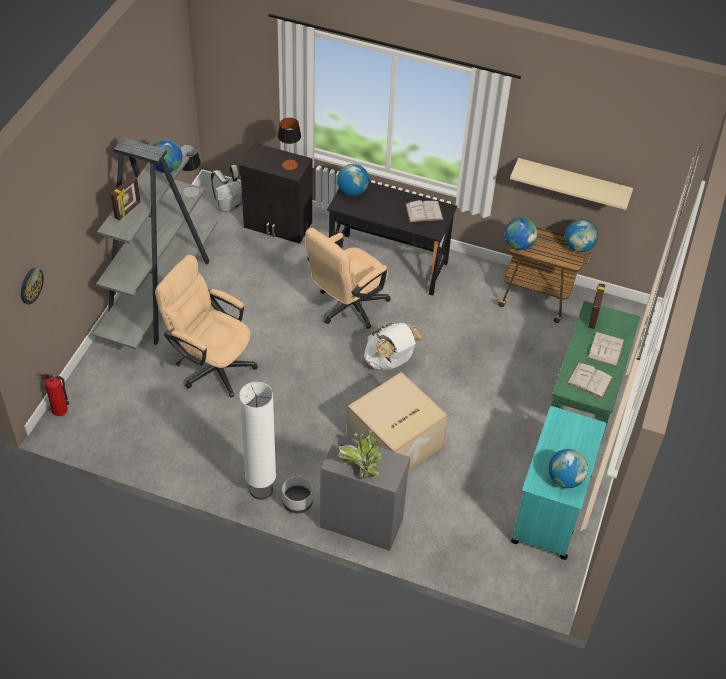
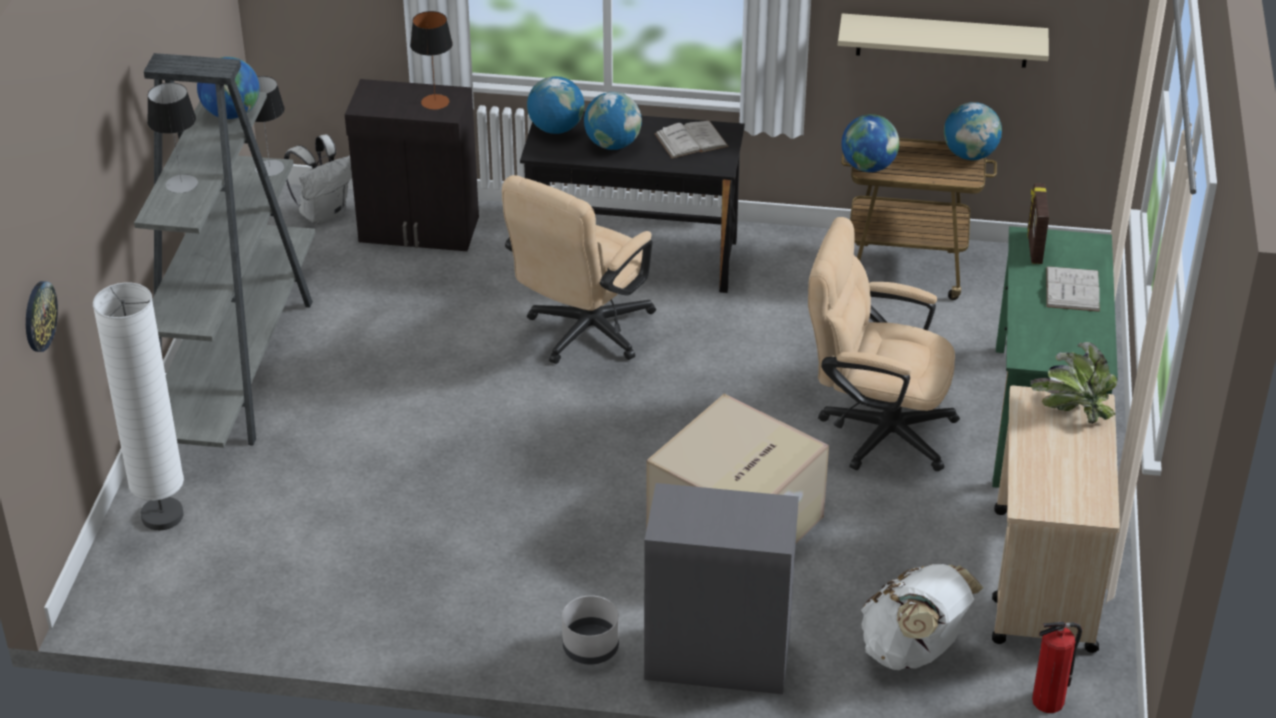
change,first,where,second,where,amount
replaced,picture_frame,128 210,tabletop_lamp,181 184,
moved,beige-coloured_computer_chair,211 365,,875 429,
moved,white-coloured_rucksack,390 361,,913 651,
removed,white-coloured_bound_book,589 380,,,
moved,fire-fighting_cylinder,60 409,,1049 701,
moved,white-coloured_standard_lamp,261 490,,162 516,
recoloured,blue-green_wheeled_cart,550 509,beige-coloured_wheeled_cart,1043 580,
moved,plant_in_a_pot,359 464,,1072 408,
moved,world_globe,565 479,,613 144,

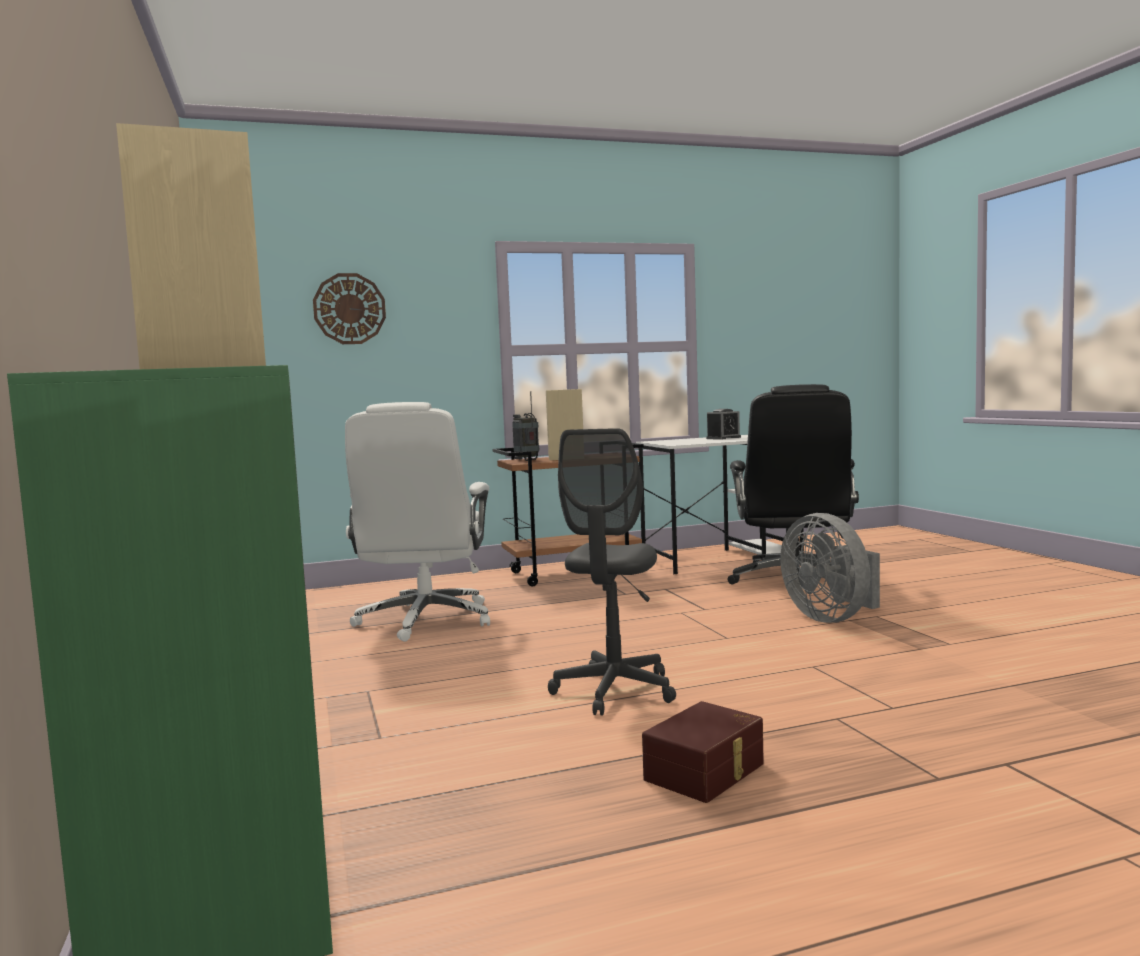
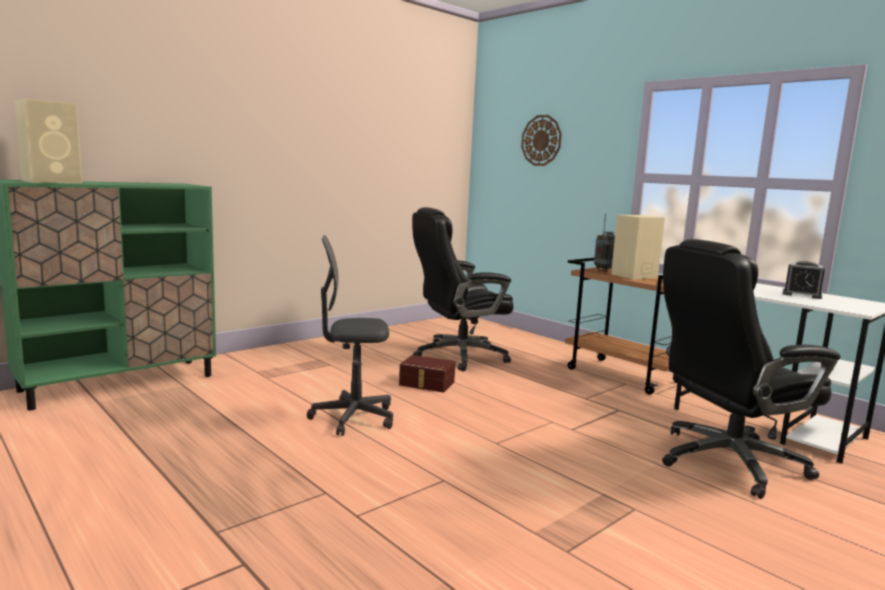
change,first,where,second,where,amount
recoloured,white-coloured_computer_chair,425 621,black-coloured_computer_chair,458 356,
removed,gray_fan,831 618,,,
moved,brown-coloured_storage_bin,707 772,,426 384,

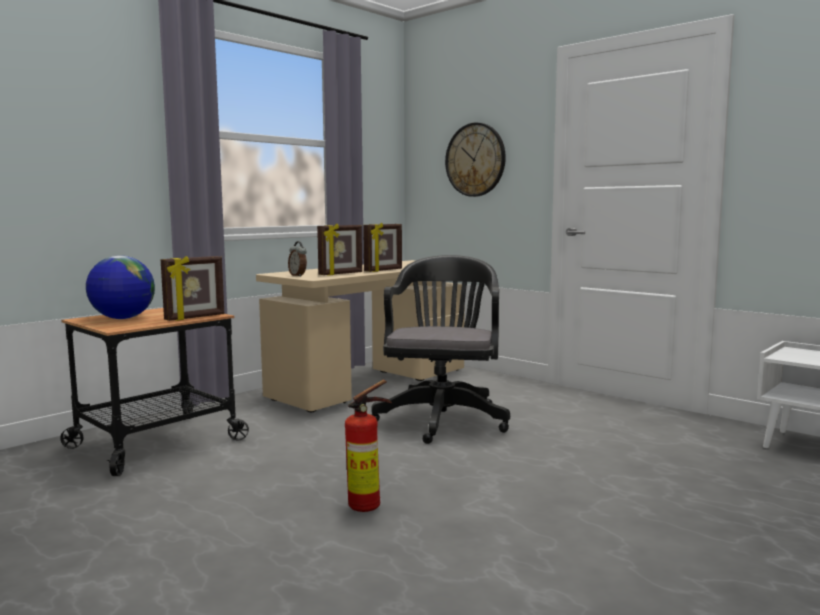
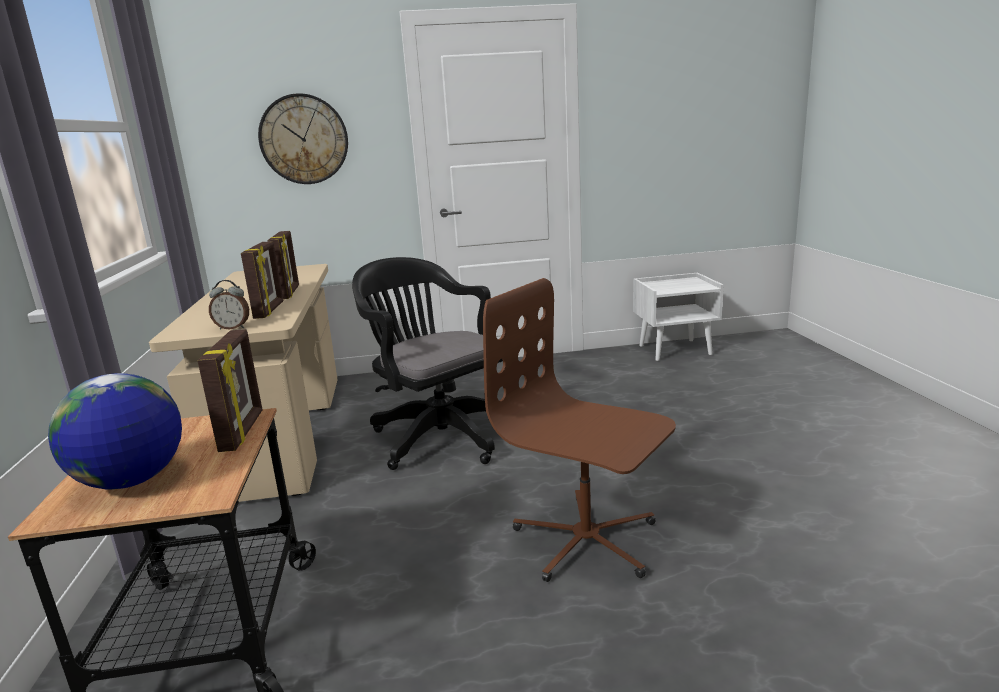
change,first,where,second,where,amount
replaced,fire-fighting_cylinder,369 506,brown-coloured_computer_chair,586 540,

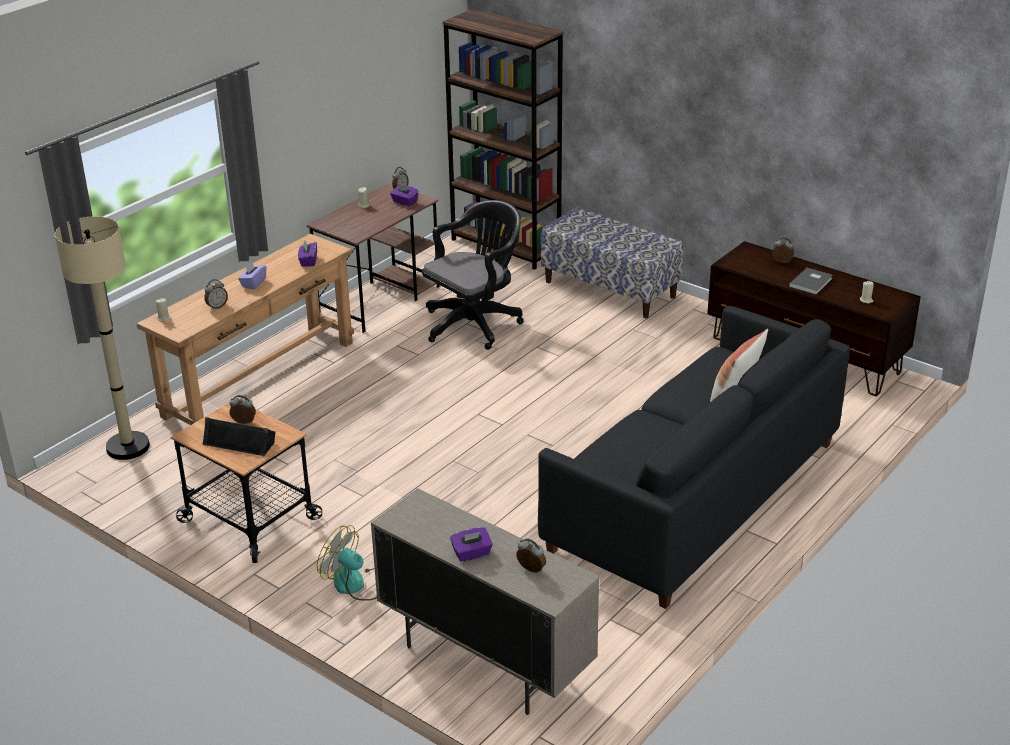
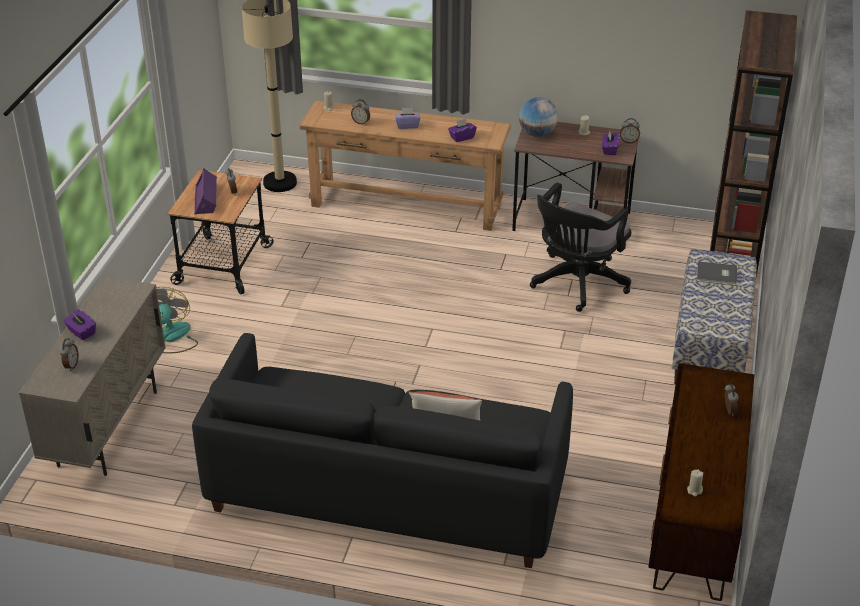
change,first,where,second,where,amount
turned,black-coloured_computer_chair,475 323,,576 284,105 degrees clockwise
moved,gray_bound_book,812 282,,717 275,
recoloured,black-coloured_audio_speaker,240 442,purplish_audio_speaker,207 198,
added,,,world_globe,537 133,

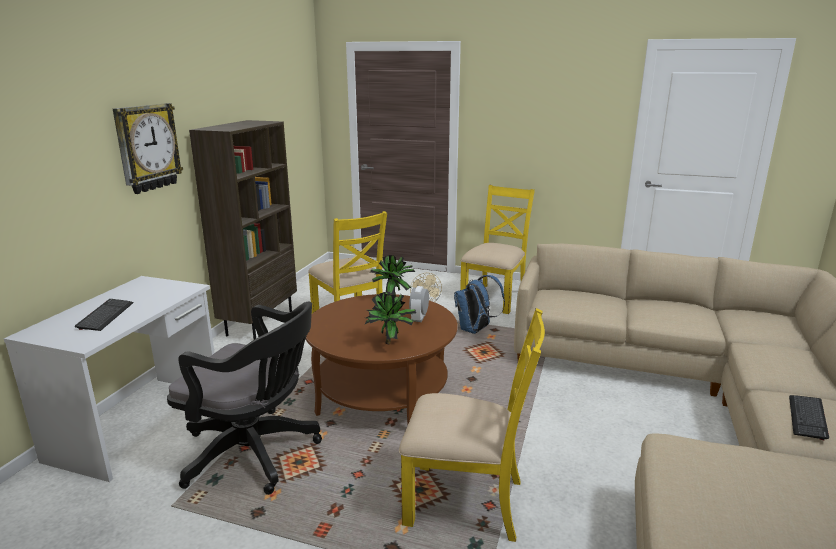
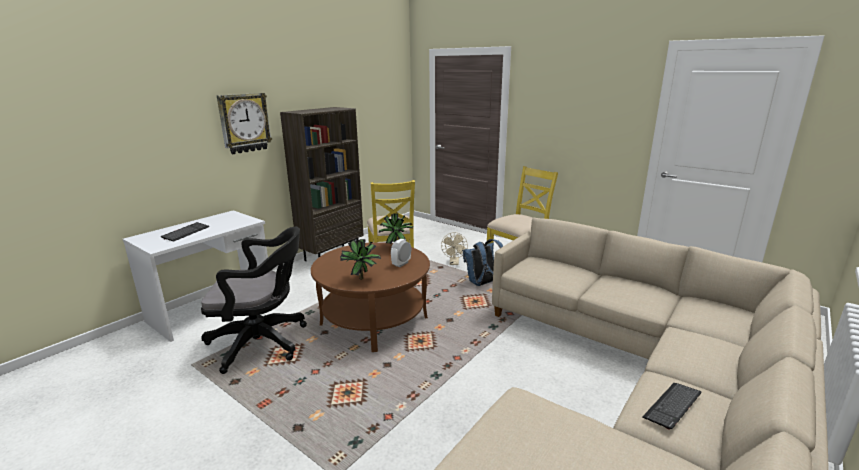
change,first,where,second,where,amount
turned,black-coloured_computer_chair,256 454,,263 343,45 degrees counterclockwise
removed,yellow-coloured_plain_chair,466 501,,,

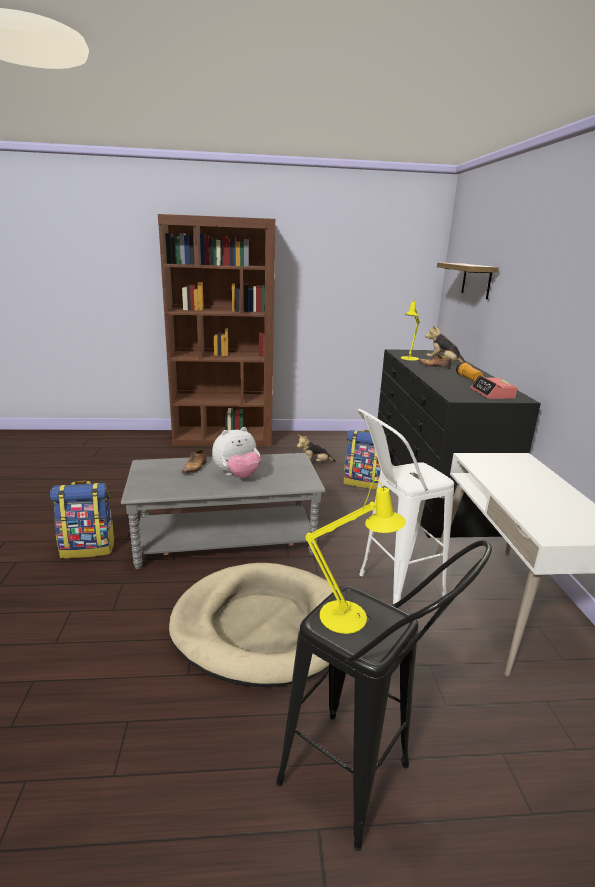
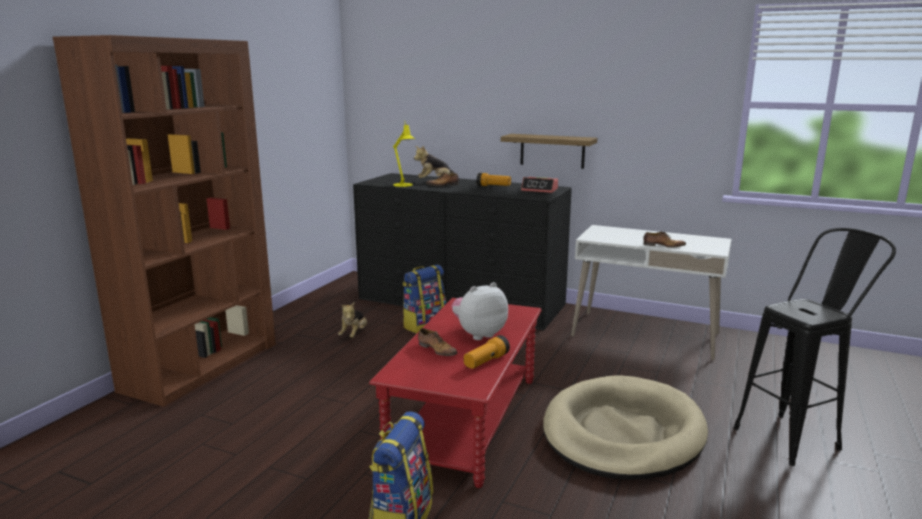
change,first,where,second,where,amount
moved,shelf,476 280,,552 151,
removed,white-coloured_sitting_stool,390 589,,,
turned,cuddly_toy,237 476,,479 334,120 degrees counterclockwise
recoloured,gray_lounge_table,226 539,reddish_lounge_table,466 419,
removed,yellow-coloured_tabletop_lamp,350 617,,,
added,,,item_of_footwear,663 246,
added,,,hand_torch,486 361,

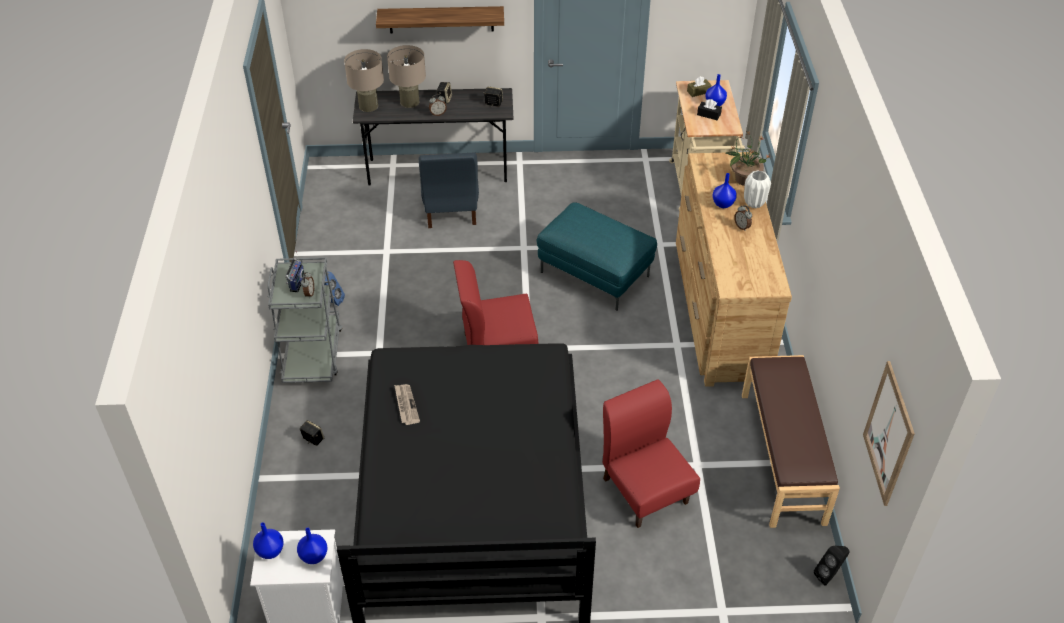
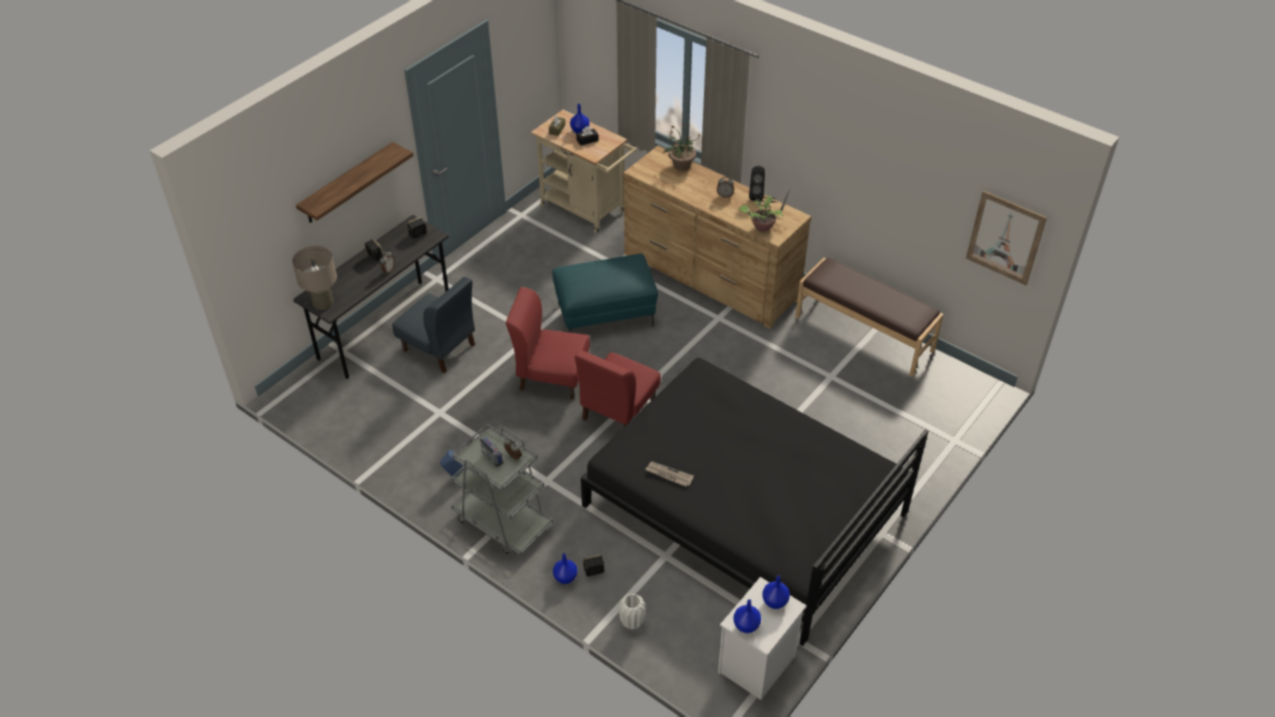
change,first,where,second,where,amount
removed,beige-coloured_tabletop_lamp,409 102,,,
moved,white-coloured_vase,754 203,,632 622,
moved,bluish_vase,723 204,,566 577,
moved,reddish_plain_chair,645 490,,551 376,
moved,black-coloured_audio_speaker,829 575,,756 195,
added,,,plant_in_a_pot,763 227,

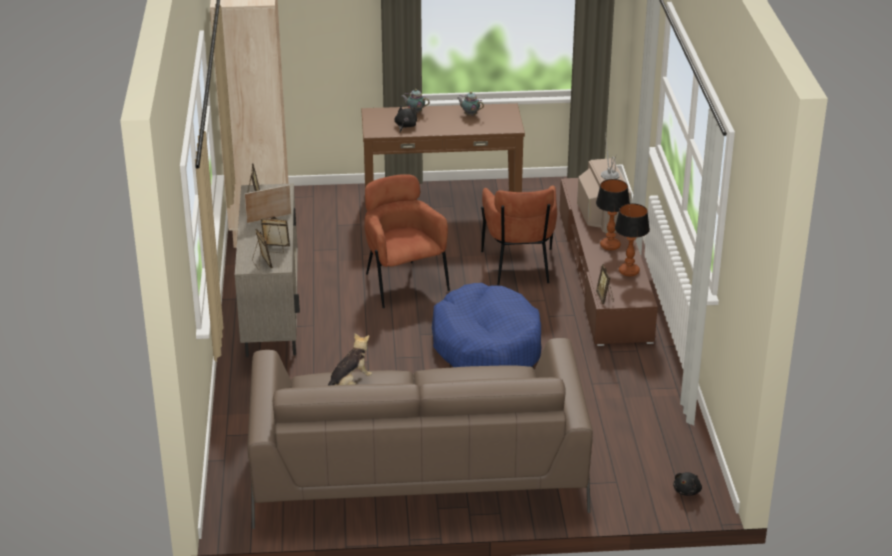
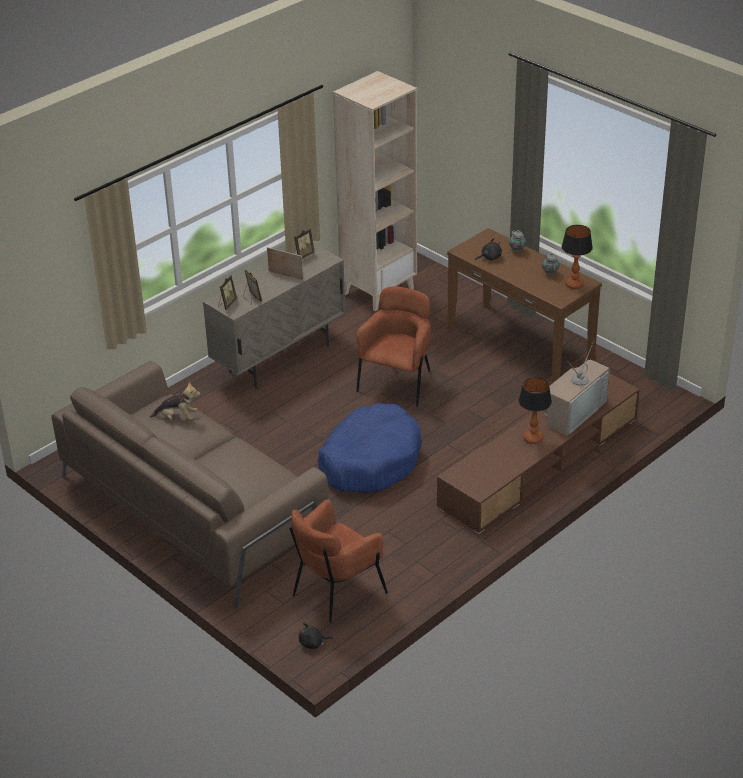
change,first,where,second,where,amount
moved,brown-coloured_lounge_chair,519 267,,336 591,
moved,tabletop_lamp,629 271,,574 284,
removed,picture_frame,605 298,,,

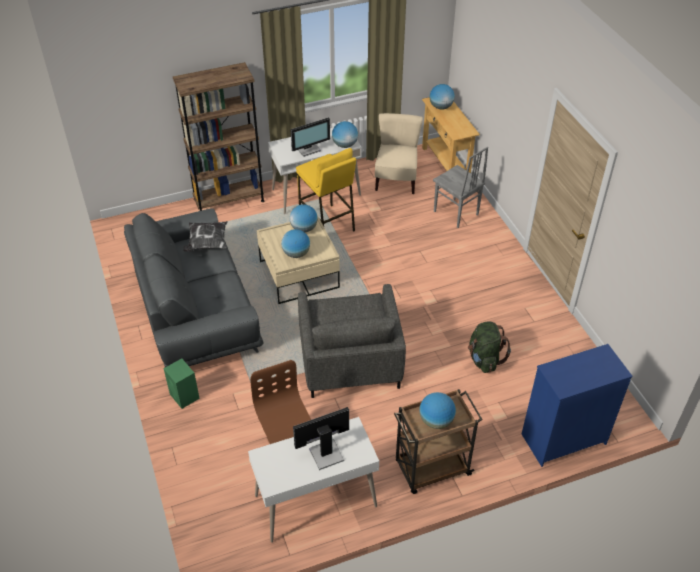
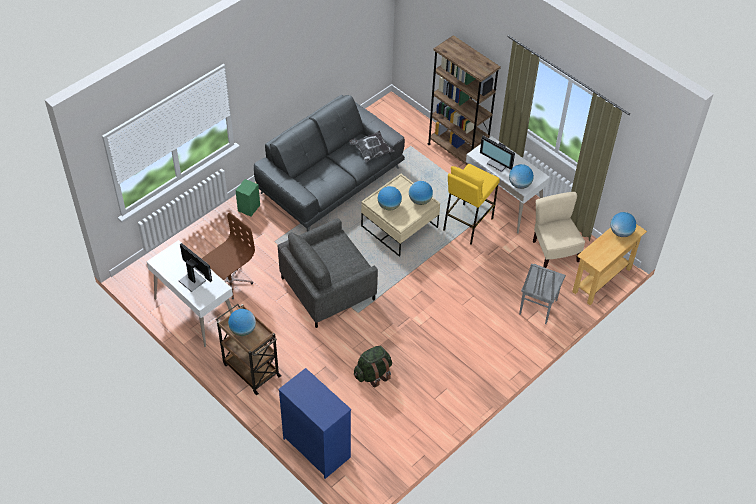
change,first,where,second,where,amount
turned,beige-coloured_plain_chair,396 180,,554 252,90 degrees counterclockwise

